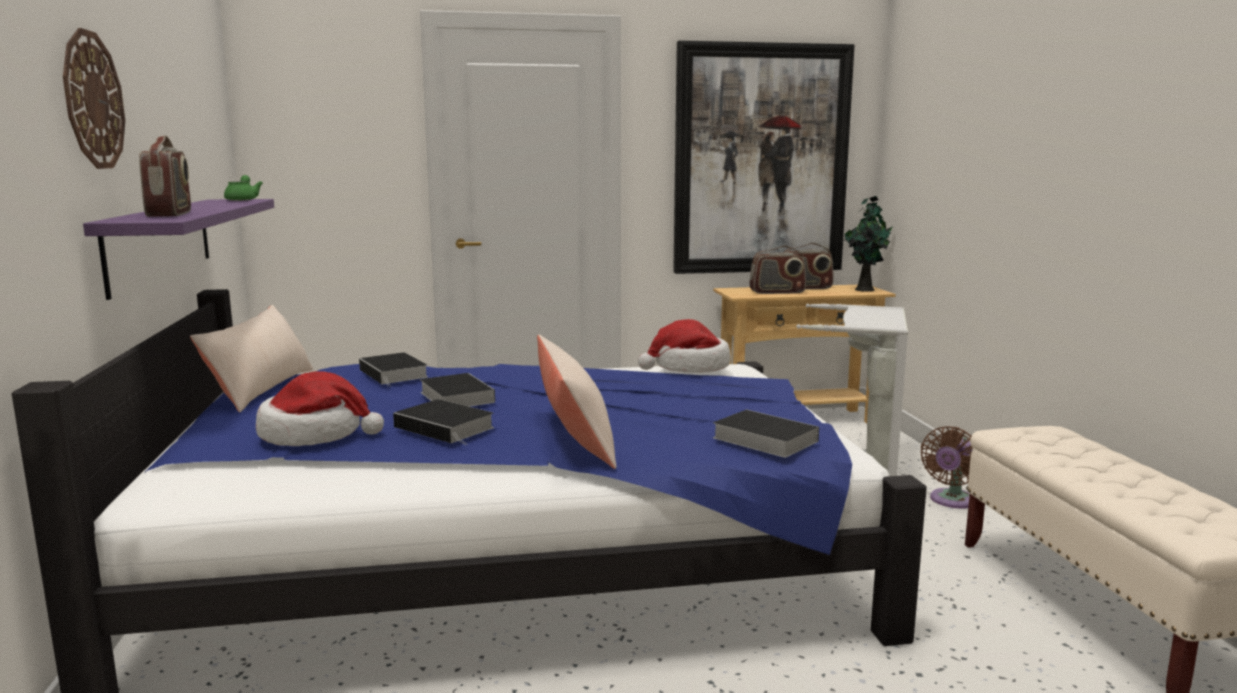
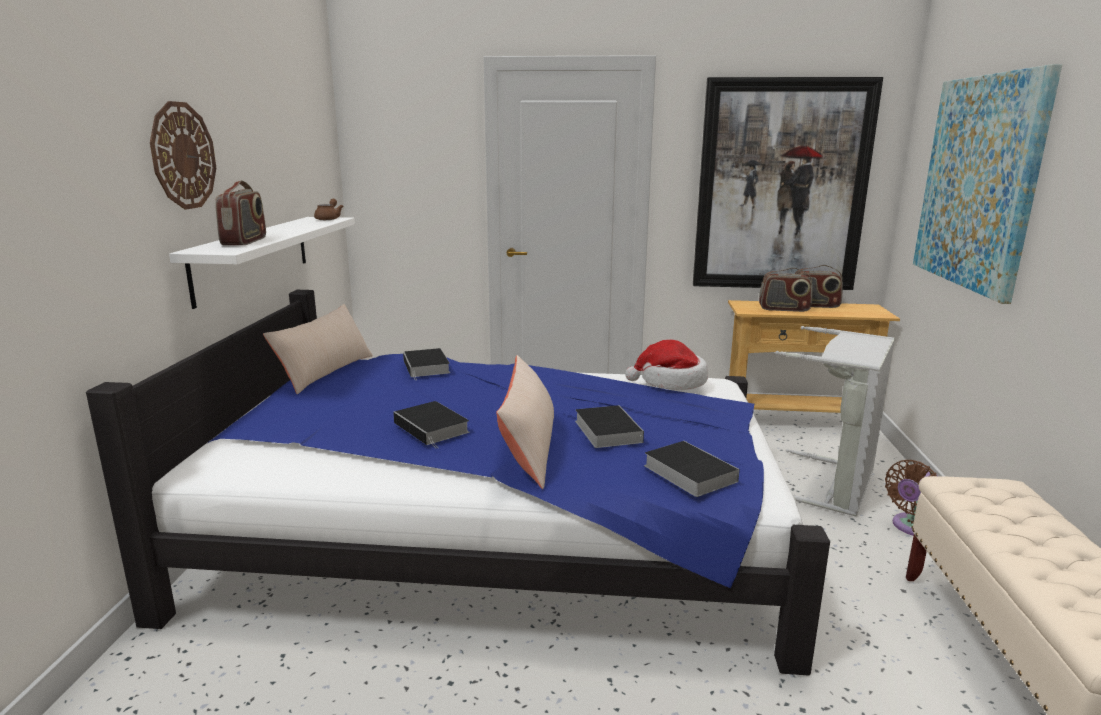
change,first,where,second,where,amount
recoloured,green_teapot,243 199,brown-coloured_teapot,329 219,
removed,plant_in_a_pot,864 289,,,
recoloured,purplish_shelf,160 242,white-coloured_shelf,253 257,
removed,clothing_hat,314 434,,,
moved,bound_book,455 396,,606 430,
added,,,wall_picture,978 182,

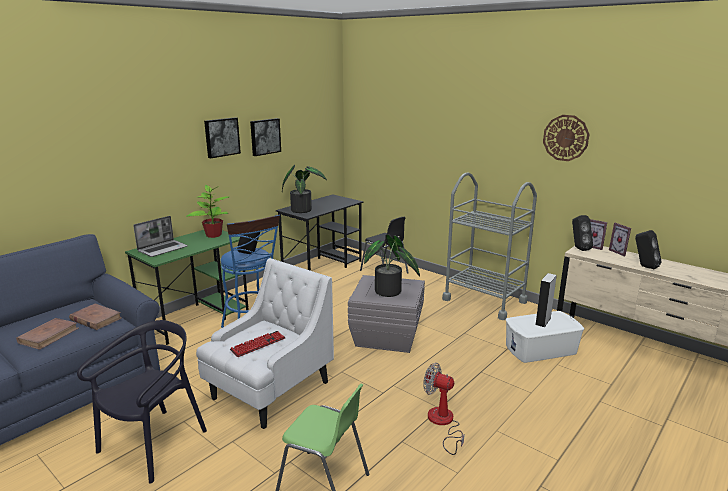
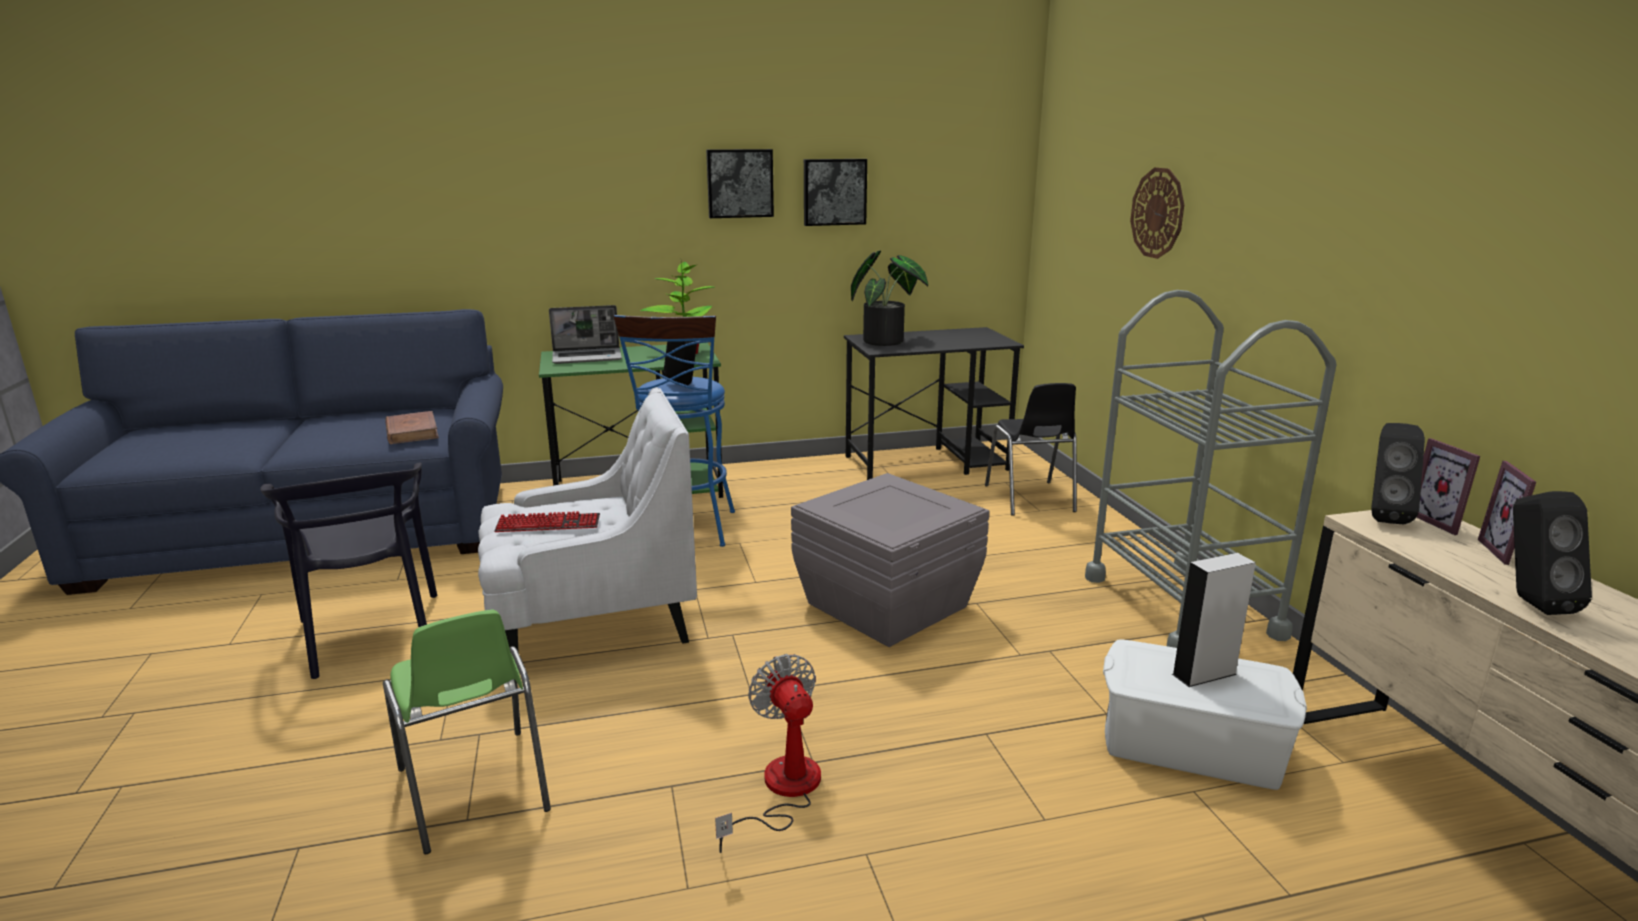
change,first,where,second,where,amount
moved,hanging_clock,565 138,,1157 213,
removed,plant_in_a_pot,389 293,,,
removed,brown-coloured_bound_book,49 335,,,
turned,black-coloured_plain_chair,154 444,,371 634,90 degrees clockwise

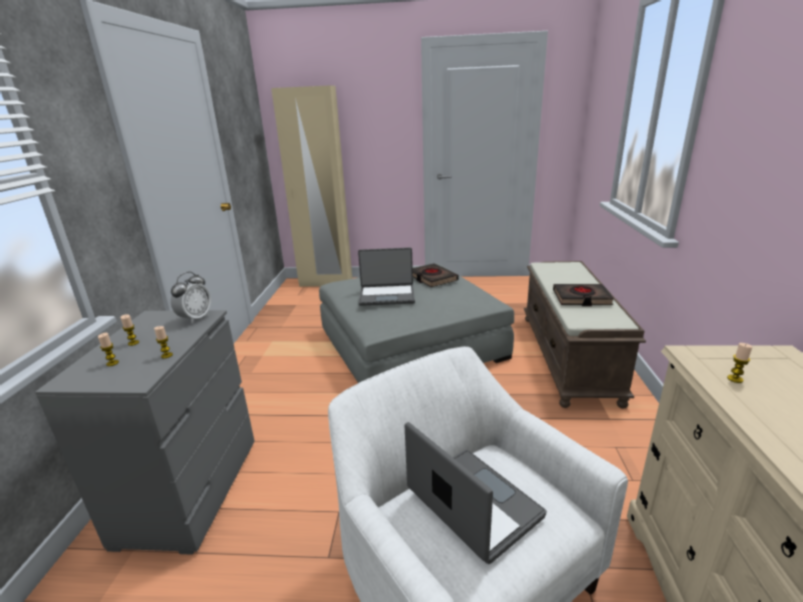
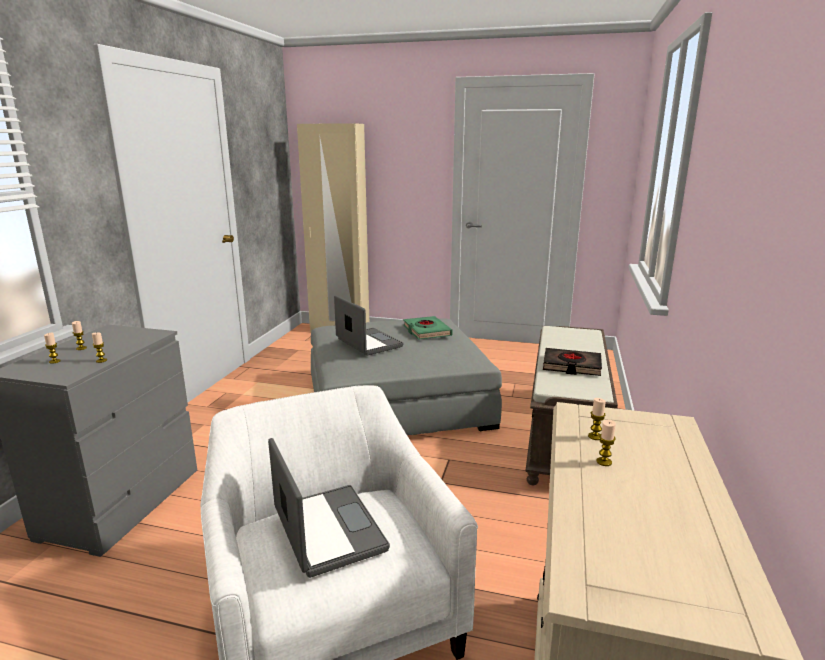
change,first,where,second,where,amount
turned,portable_computer,387 296,,367 343,135 degrees counterclockwise
recoloured,black-coloured_bound_book,432 278,green_bound_book,426 331,
removed,alarm_clock,195 318,,,
added,,,candle,604 462,

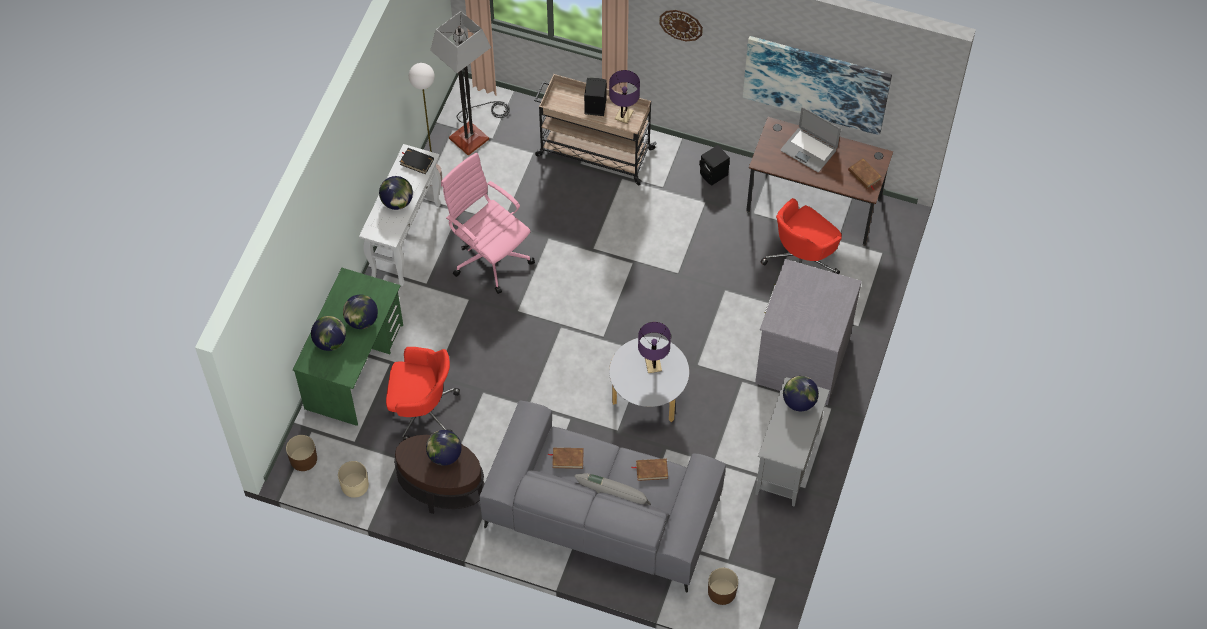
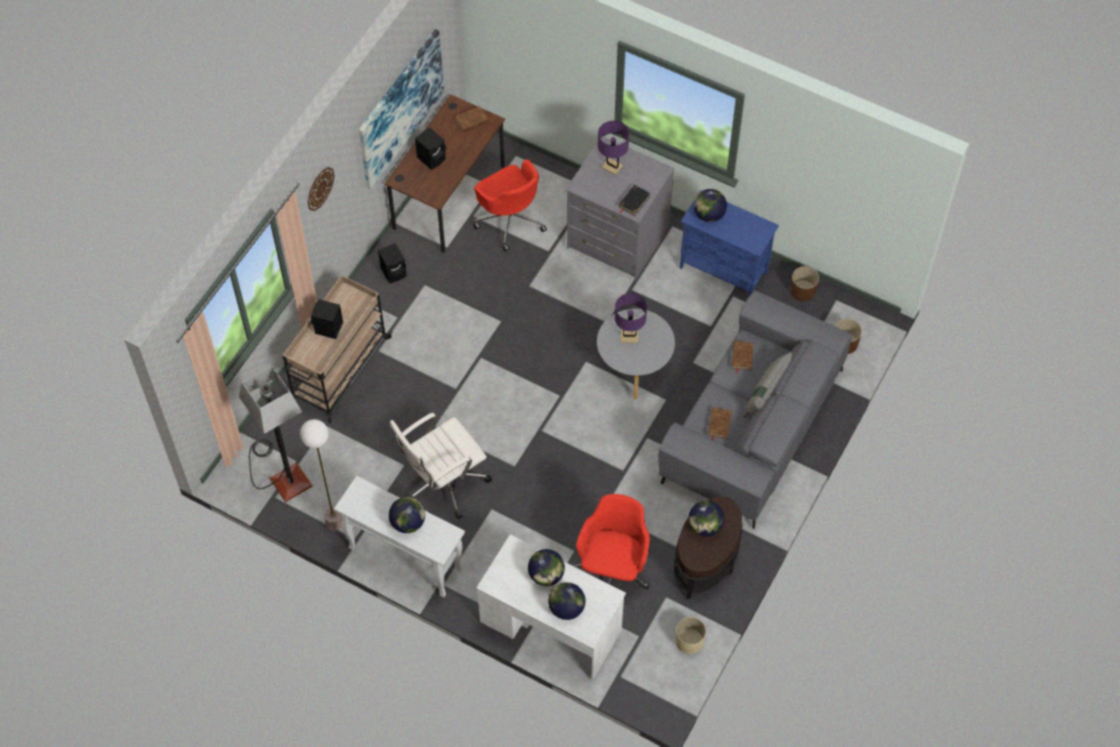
change,first,where,second,where,amount
moved,purplish_tabletop_lamp,624 115,,612 167,
replaced,portable_computer,809 150,black-coloured_audio_speaker,432 158,
moved,black-coloured_bound_book,416 162,,634 201,
recoloured,pinkish_computer_chair,490 256,white-coloured_computer_chair,443 482,
recoloured,green_desk_unit,354 367,white-coloured_desk_unit,550 626,
recoloured,gray_cabinet,787 464,bluish_cabinet,724 270,
moved,brown-coloured_flower_pot,303 458,,802 290,

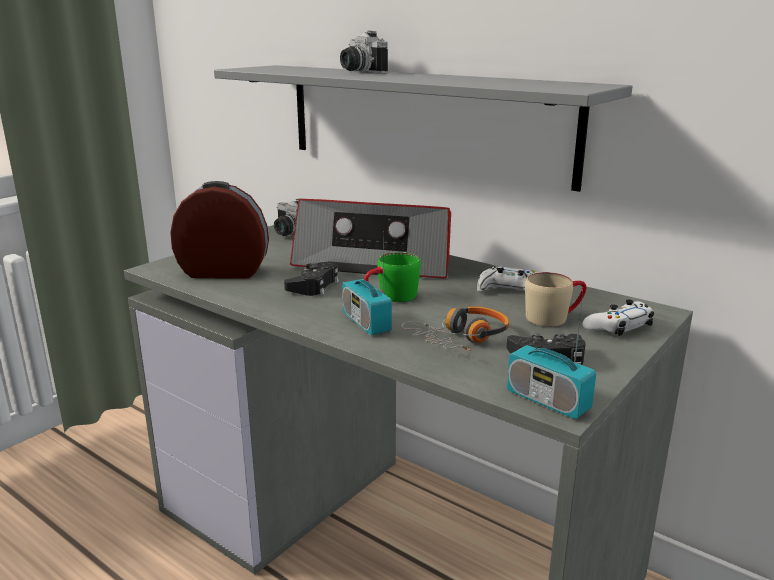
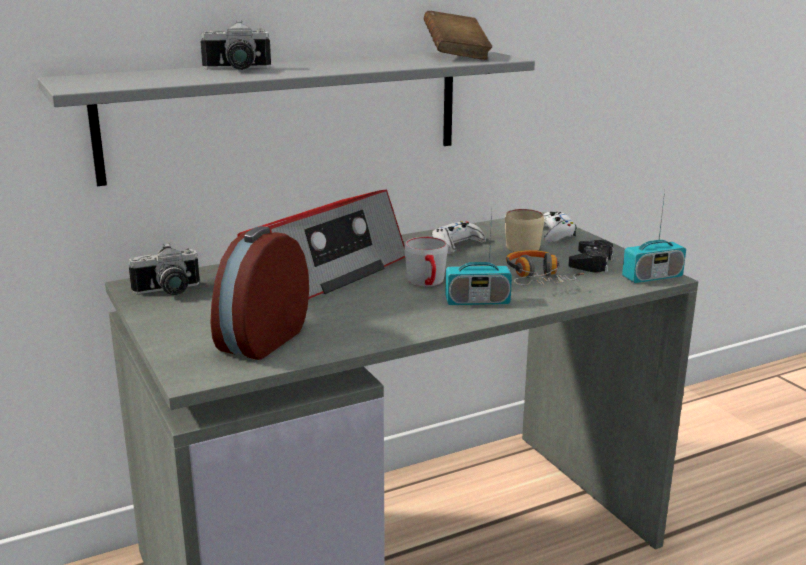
change,first,where,second,where,amount
recoloured,green_mug,391 297,gray_mug,428 283,
removed,black-coloured_game_controller,313 286,,,
added,,,brown-coloured_bound_book,456 56,

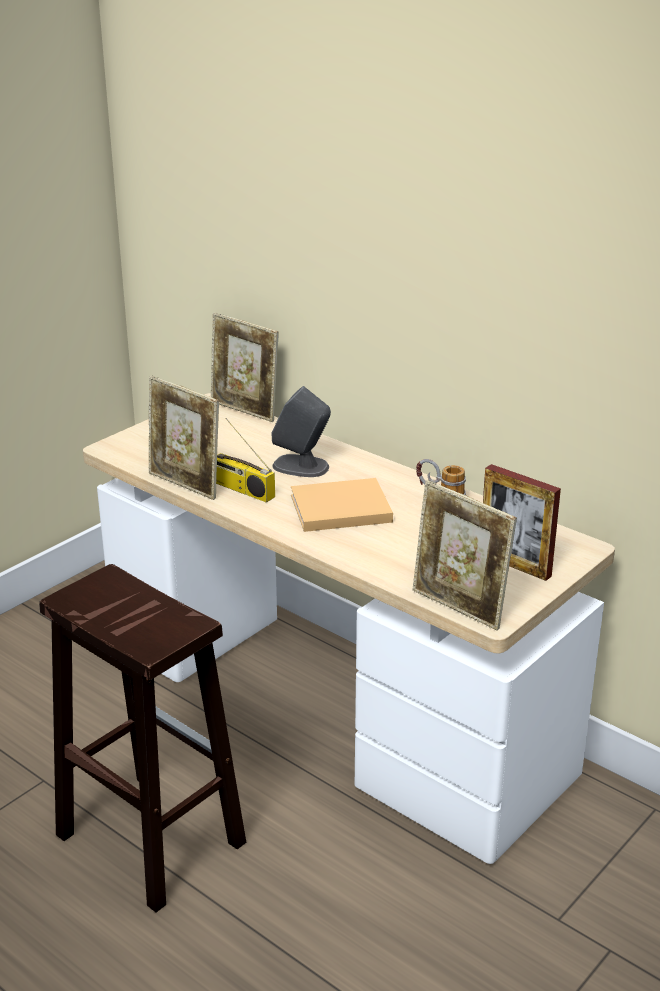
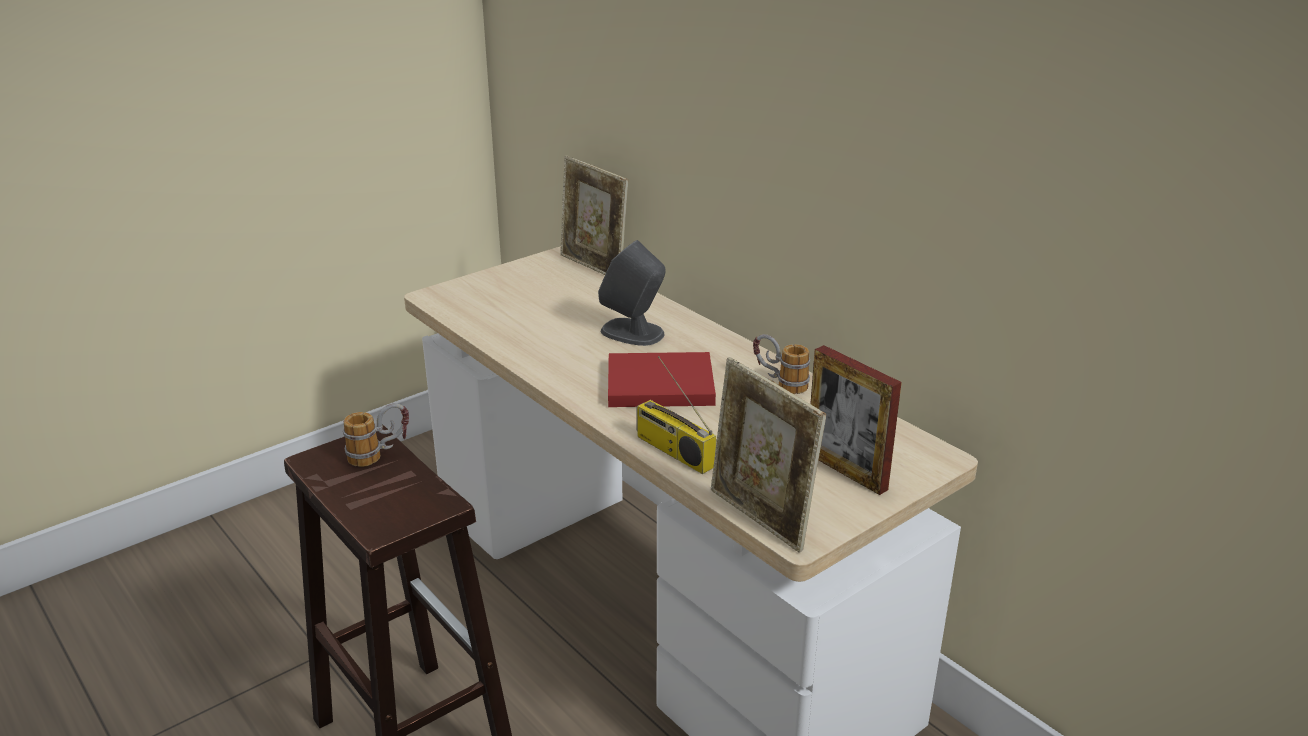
change,first,where,second,where,amount
removed,picture_frame,185 485,,,
moved,radio_receiver,241 489,,672 451,
recoloured,beige-coloured_bound_book,337 509,reddish_bound_book,656 384,
added,,,mug,380 455,

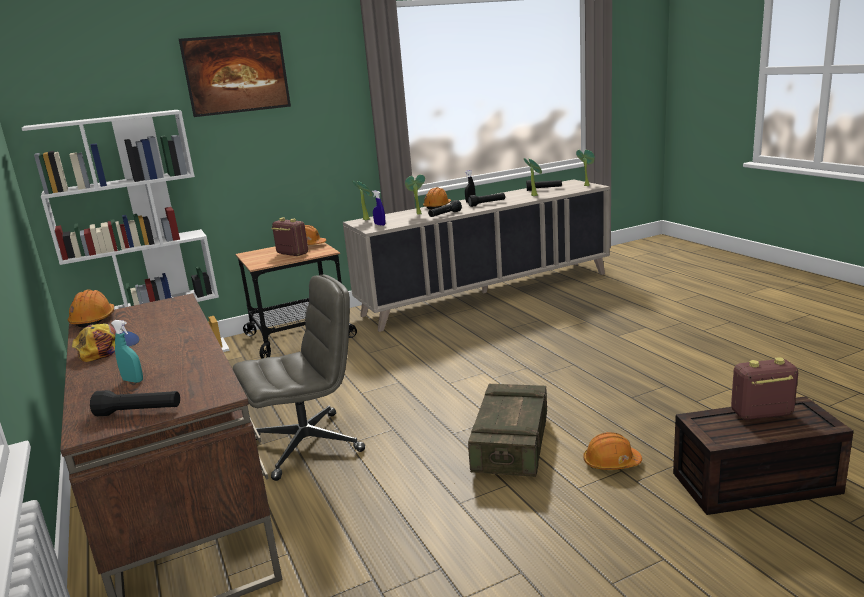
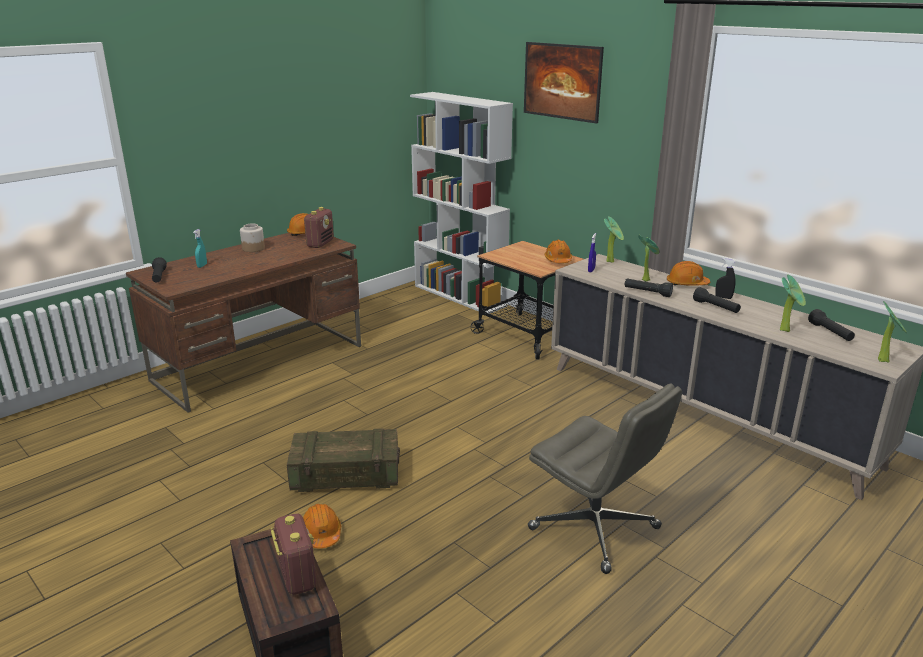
change,first,where,second,where,amount
moved,radio_receiver,292 253,,320 243,
moved,gray_computer_chair,308 444,,596 529,
replaced,baseball_cap,107 348,jar,253 248,

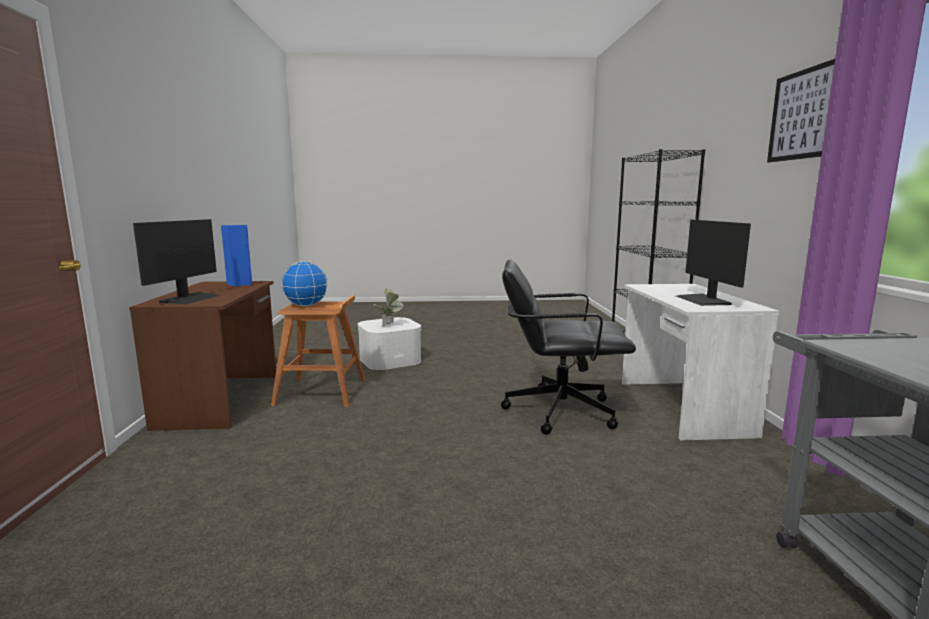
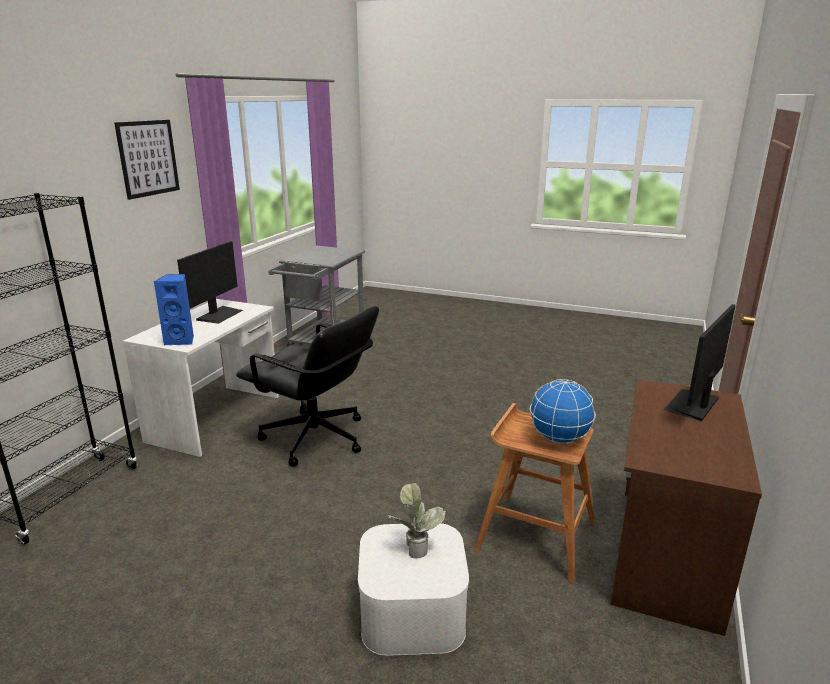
change,first,where,second,where,amount
moved,bluish_audio_speaker,240 284,,181 340,

